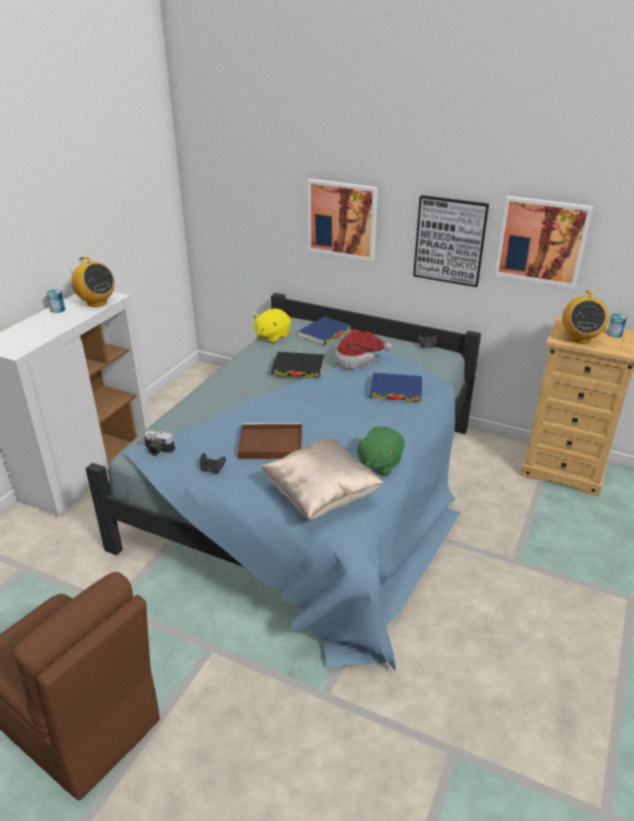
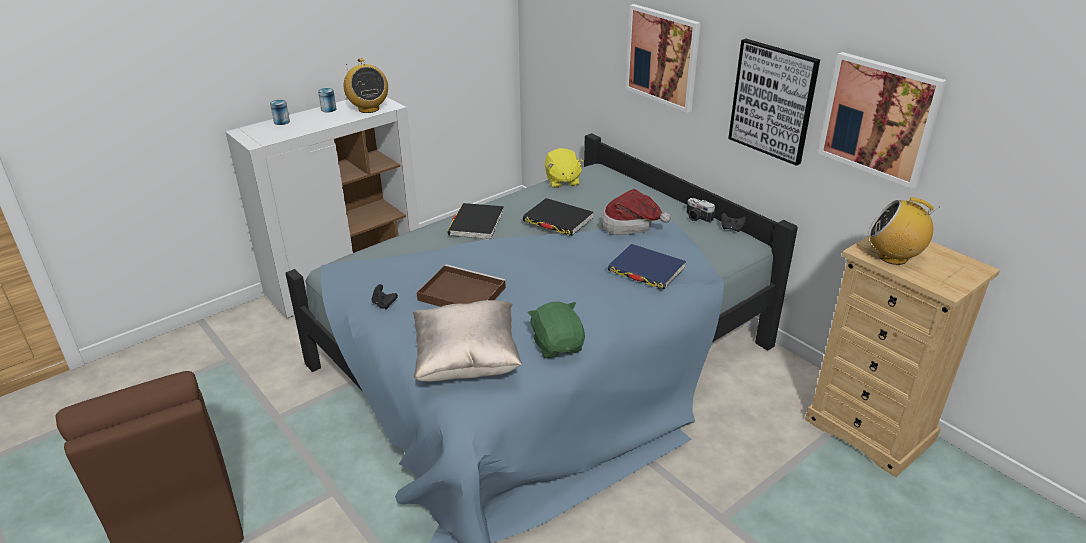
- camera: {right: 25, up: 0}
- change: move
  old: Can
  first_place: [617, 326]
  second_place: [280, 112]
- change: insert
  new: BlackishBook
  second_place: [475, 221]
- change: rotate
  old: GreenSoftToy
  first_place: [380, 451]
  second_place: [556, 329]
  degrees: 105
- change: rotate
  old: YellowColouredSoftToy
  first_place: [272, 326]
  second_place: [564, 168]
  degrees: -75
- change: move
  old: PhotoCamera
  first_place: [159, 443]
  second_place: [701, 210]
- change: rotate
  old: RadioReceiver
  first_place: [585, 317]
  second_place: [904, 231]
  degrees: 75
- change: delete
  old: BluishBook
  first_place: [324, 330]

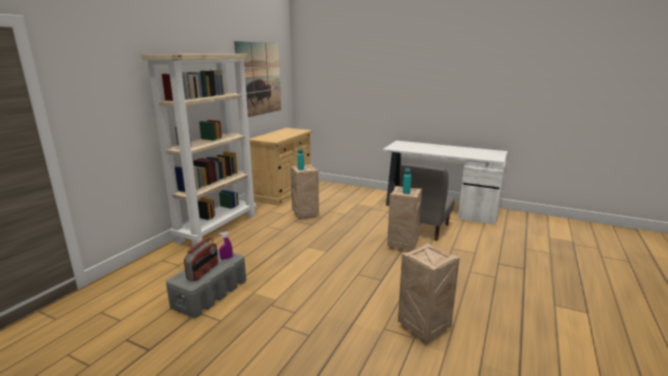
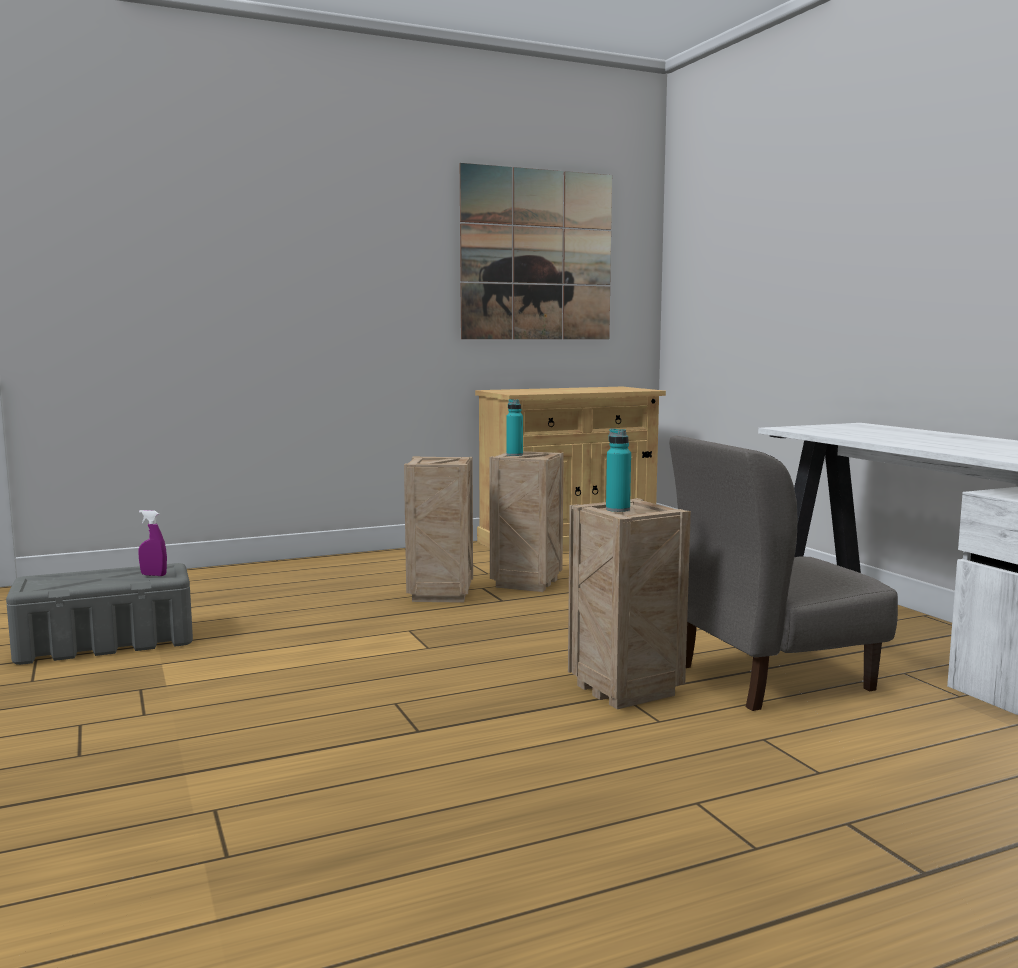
- camera: {right: 40, up: -10}
- change: move
  old: PackingCrate
  first_place: [429, 293]
  second_place: [438, 529]
- change: delete
  old: BeigeColouredShelvingUnit
  first_place: [198, 150]
- change: delete
  old: RadioReceiver
  first_place: [201, 259]

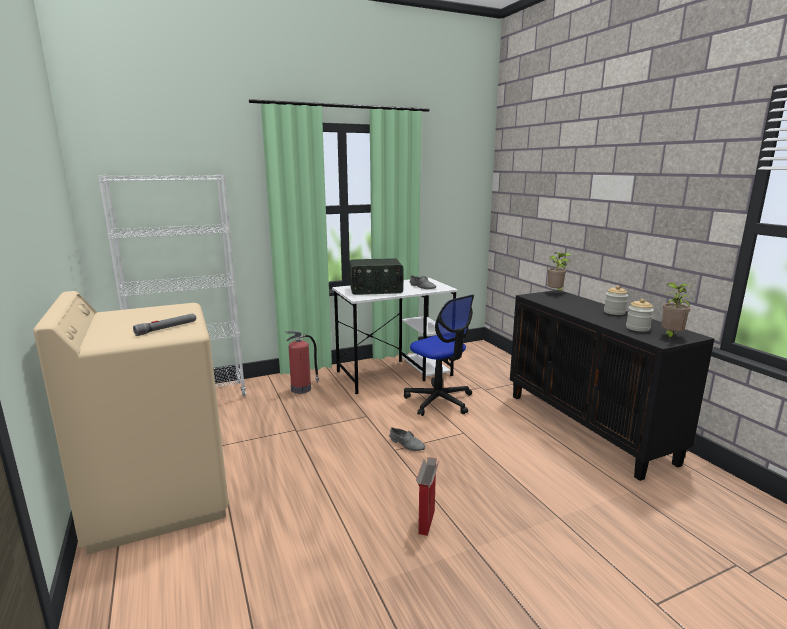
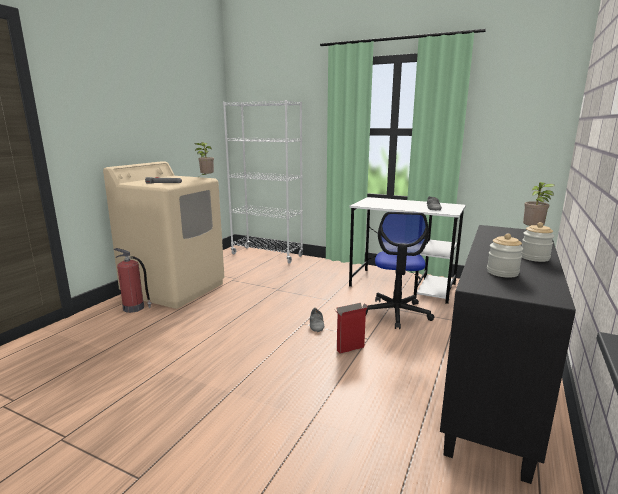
- camera: {right: 50, up: 0}
- change: move
  old: Extinguisher
  first_place: [302, 362]
  second_place: [133, 280]
- change: move
  old: PlantInAPot
  first_place: [677, 311]
  second_place: [204, 158]
- change: move
  old: PackingBox
  first_place: [427, 496]
  second_place: [351, 328]
- change: delete
  old: RadioReceiver
  first_place: [376, 276]

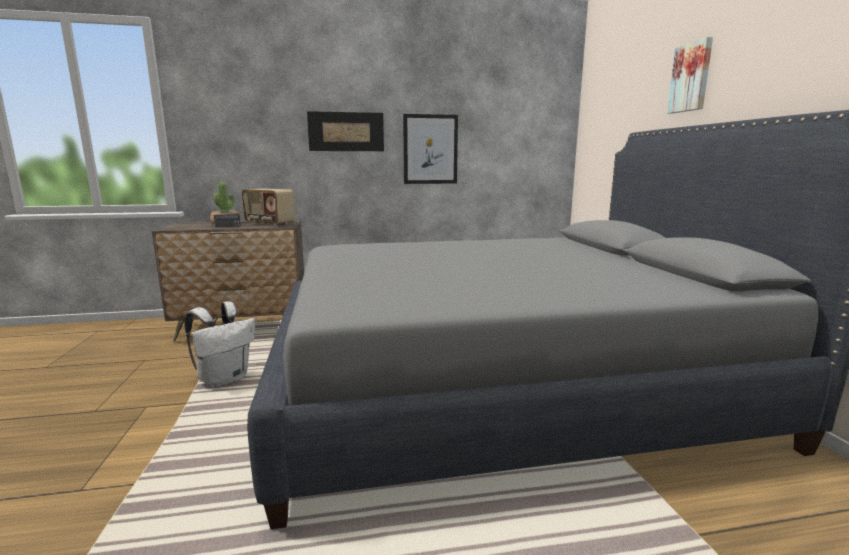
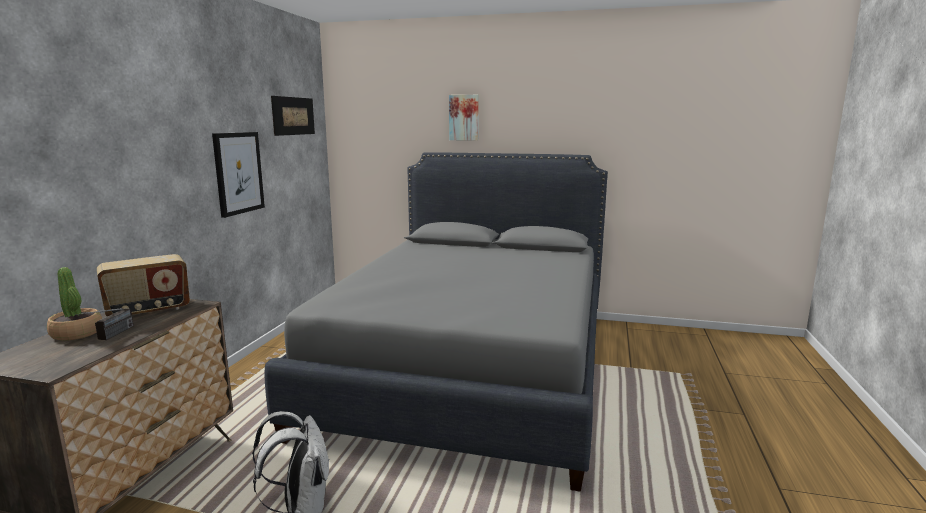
- camera: {right: -65, up: 0}
- change: move
  old: WallPicture
  first_place: [345, 131]
  second_place: [293, 116]

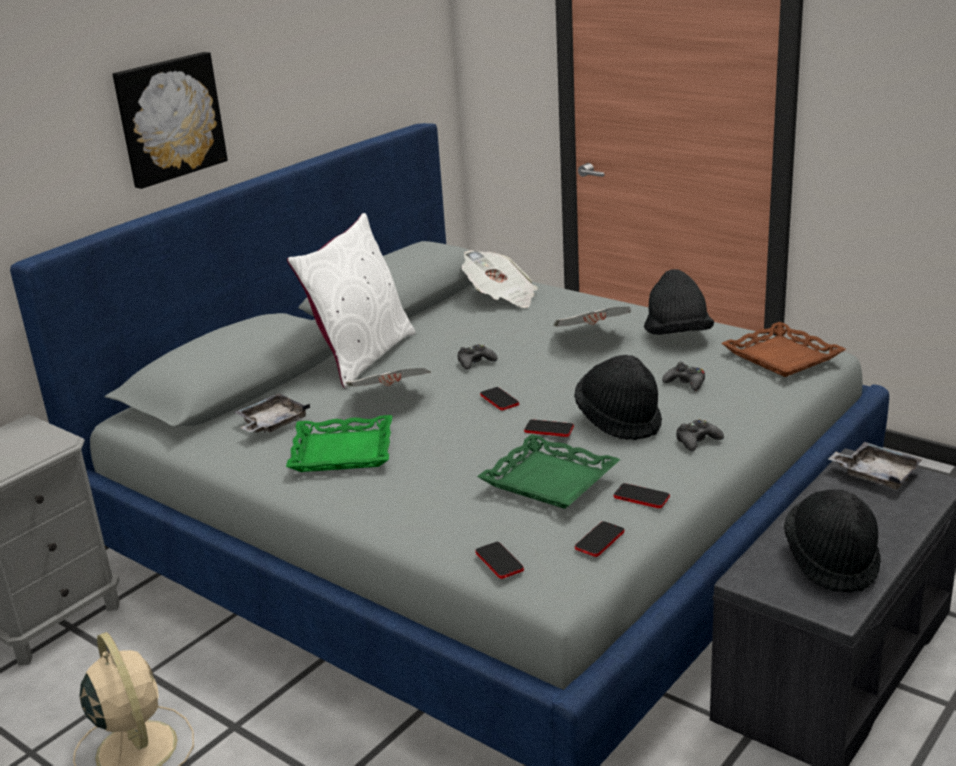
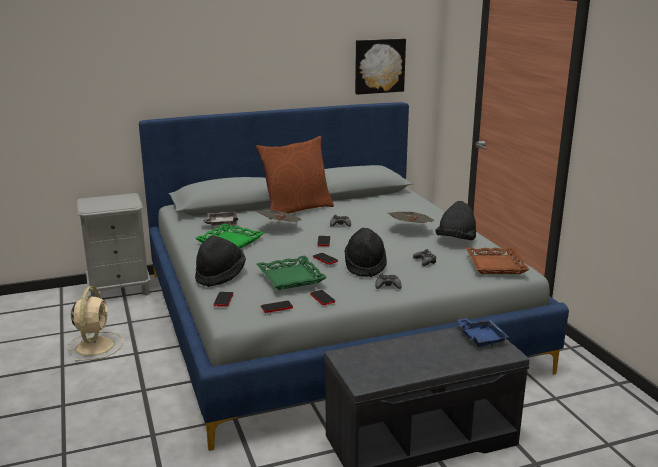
- camera: {right: 30, up: -5}
- change: move
  old: BlackishWearableHat
  first_place: [832, 541]
  second_place: [220, 261]
- change: recolor
  old: WhiteColouredCushion
  new: BrownishCushion
  first_place: [351, 300]
  second_place: [295, 177]
- change: move
  old: WallPicture
  first_place: [170, 120]
  second_place: [380, 66]
- change: recolor
  old: GrayCarryingTray
  new: BluishCarryingTray
  first_place: [875, 466]
  second_place: [483, 332]
- change: delete
  old: Newspaper
  first_place: [499, 279]

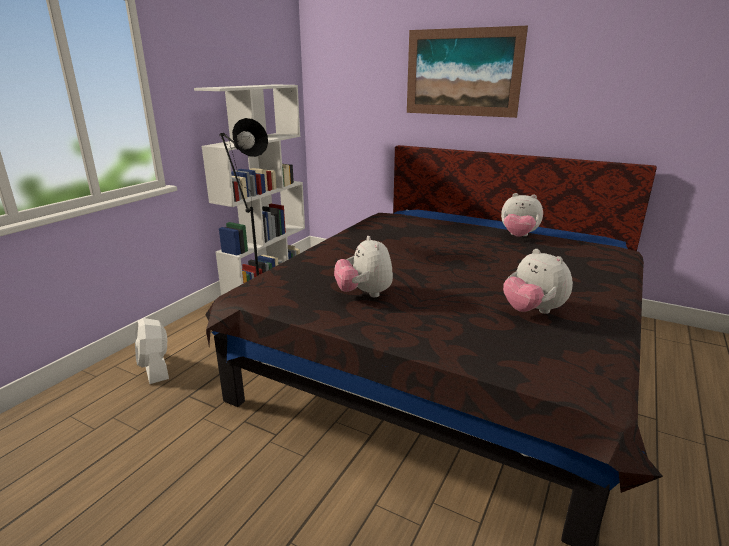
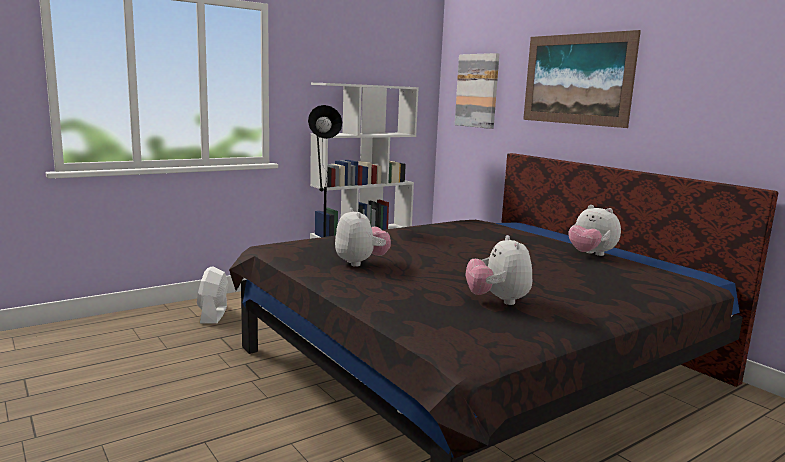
- camera: {right: 25, up: -10}
- change: rotate
  old: SoftToy
  first_place: [363, 266]
  second_place: [363, 237]
  degrees: 150
- change: insert
  new: WallPicture
  second_place: [477, 91]

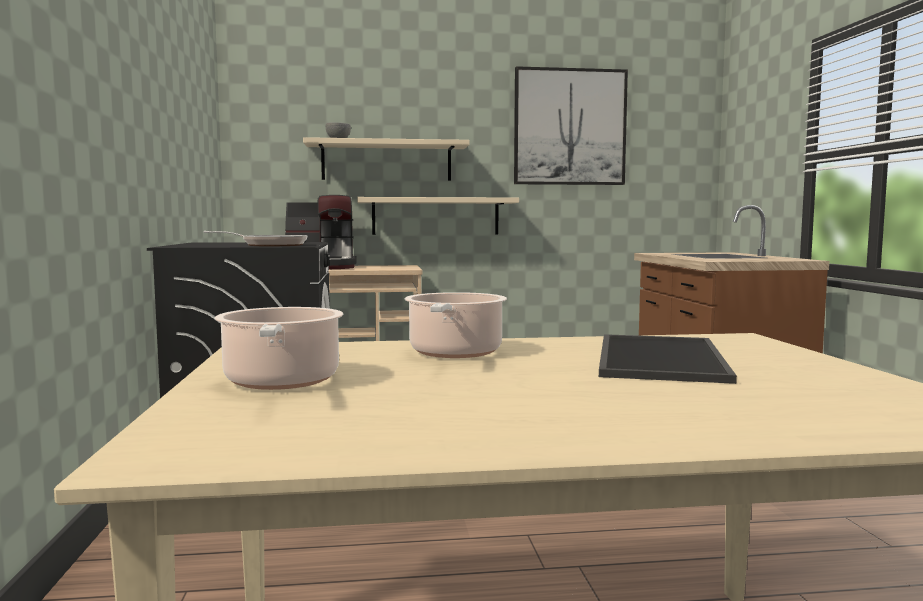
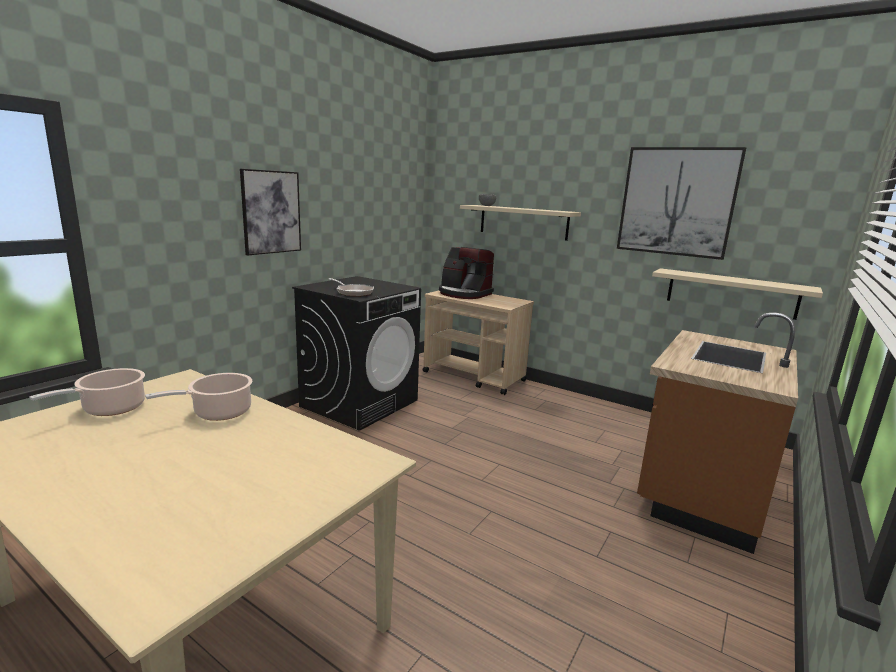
- camera: {right: 40, up: 10}
- change: insert
  new: WallPicture
  second_place: [270, 212]
- change: move
  old: BeigeColouredShelf
  first_place: [438, 216]
  second_place: [737, 294]
- change: delete
  old: CarryingTray
  first_place: [668, 359]

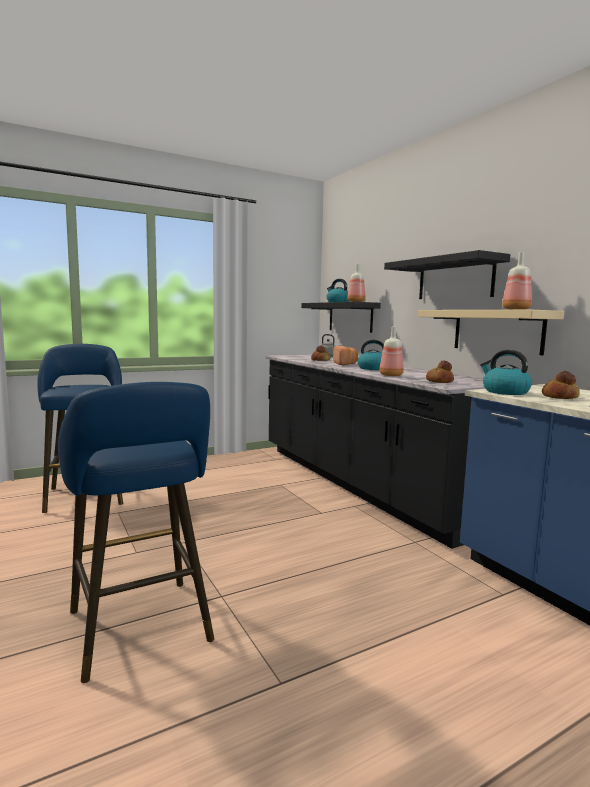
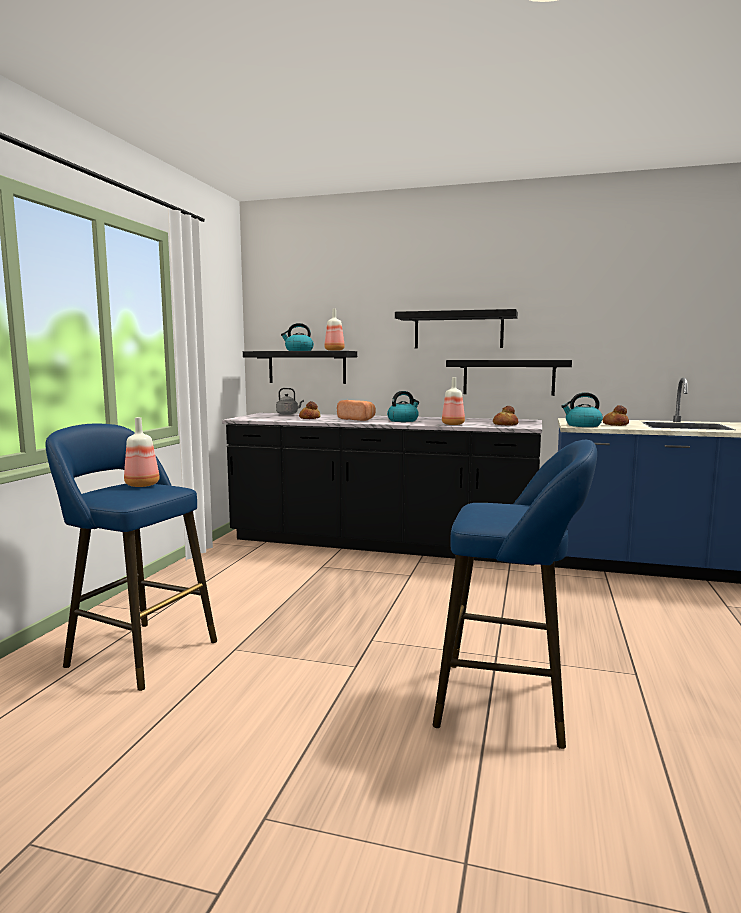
- camera: {right: -45, up: 0}
- change: move
  old: BeverageBottle
  first_place: [517, 281]
  second_place: [142, 452]
- change: recolor
  old: BeigeColouredShelf
  new: BlackishShelf
  first_place: [491, 332]
  second_place: [509, 378]

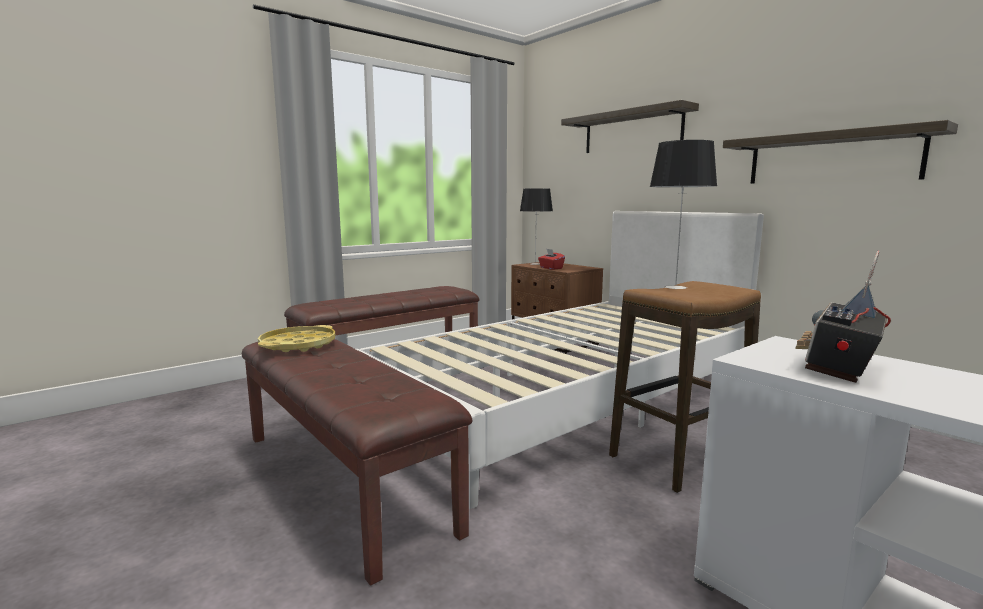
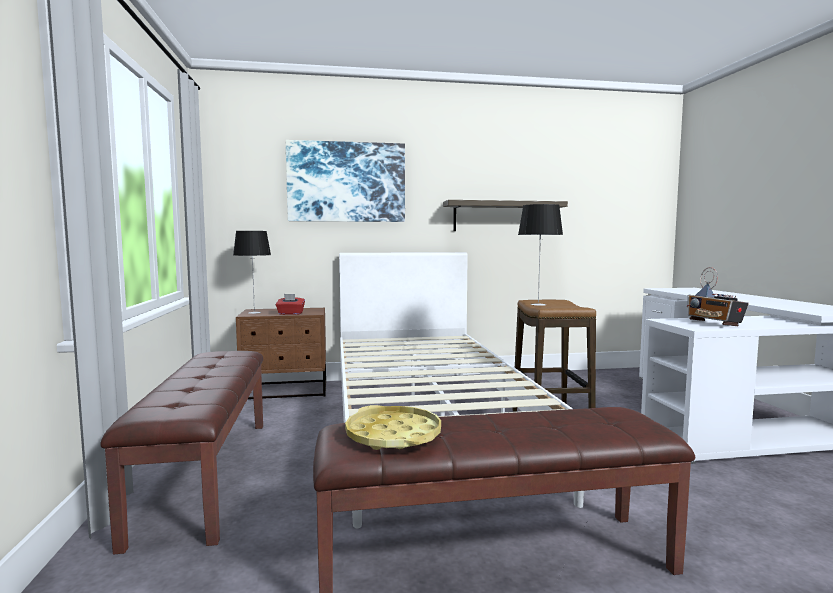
- camera: {right: -60, up: -5}
- change: replace
  old: Shelf
  new: WallPicture
  first_place: [630, 126]
  second_place: [345, 181]

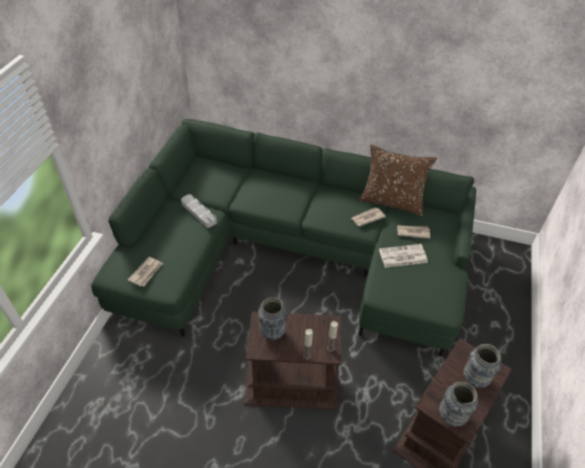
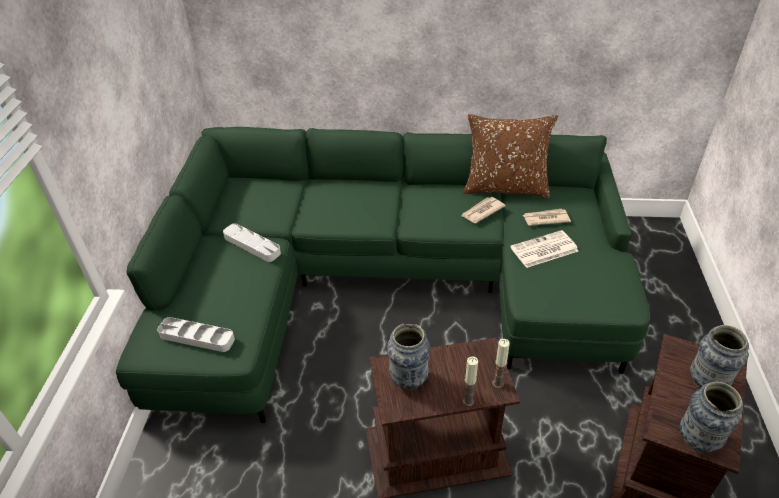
- camera: {right: -10, up: -5}
- change: replace
  old: Newspaper
  new: GrayCarryingTray
  first_place: [145, 271]
  second_place: [196, 334]

